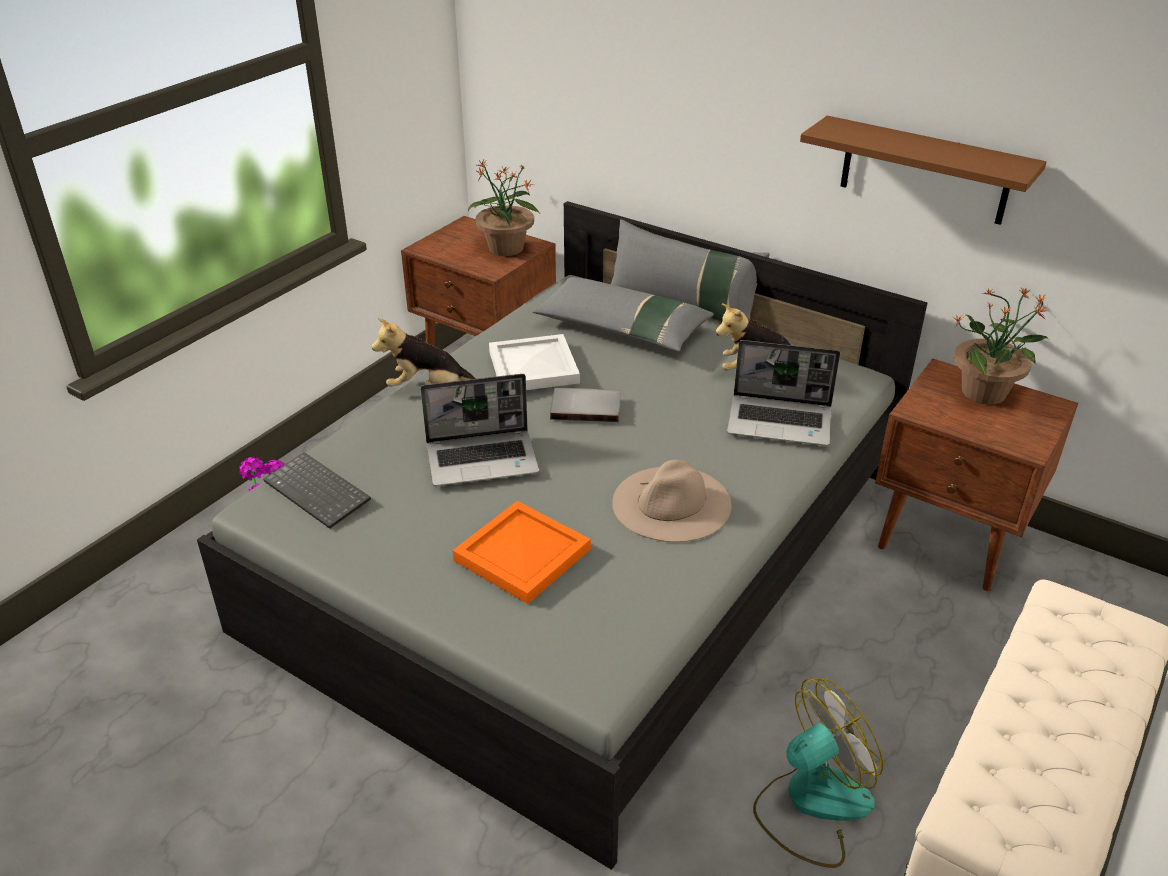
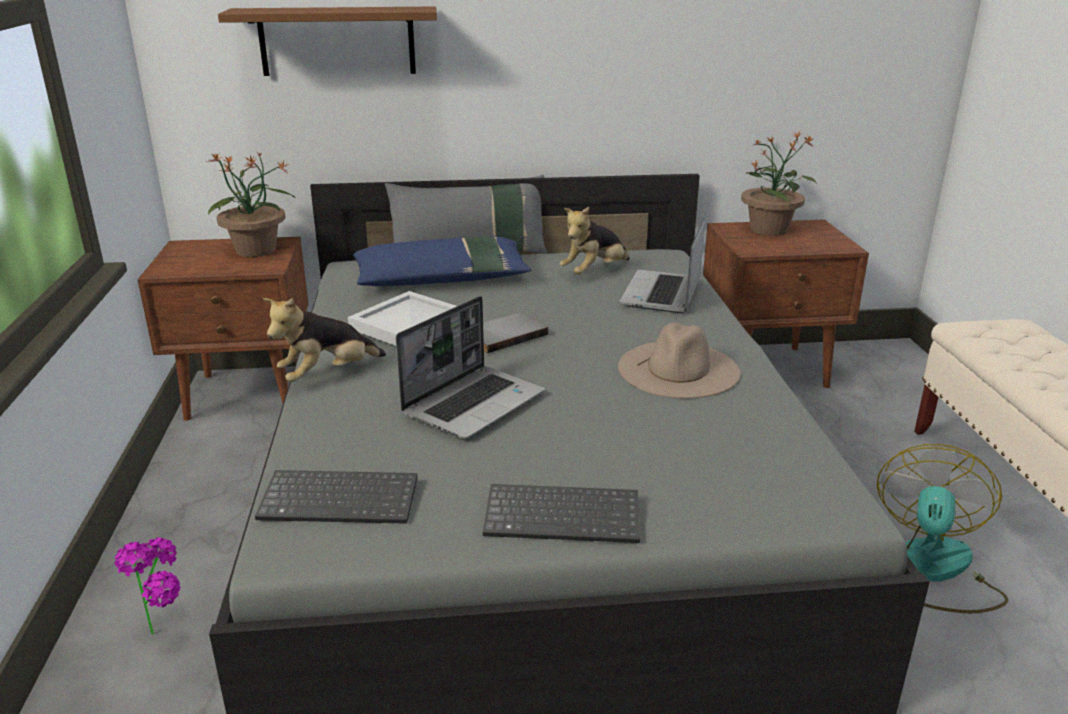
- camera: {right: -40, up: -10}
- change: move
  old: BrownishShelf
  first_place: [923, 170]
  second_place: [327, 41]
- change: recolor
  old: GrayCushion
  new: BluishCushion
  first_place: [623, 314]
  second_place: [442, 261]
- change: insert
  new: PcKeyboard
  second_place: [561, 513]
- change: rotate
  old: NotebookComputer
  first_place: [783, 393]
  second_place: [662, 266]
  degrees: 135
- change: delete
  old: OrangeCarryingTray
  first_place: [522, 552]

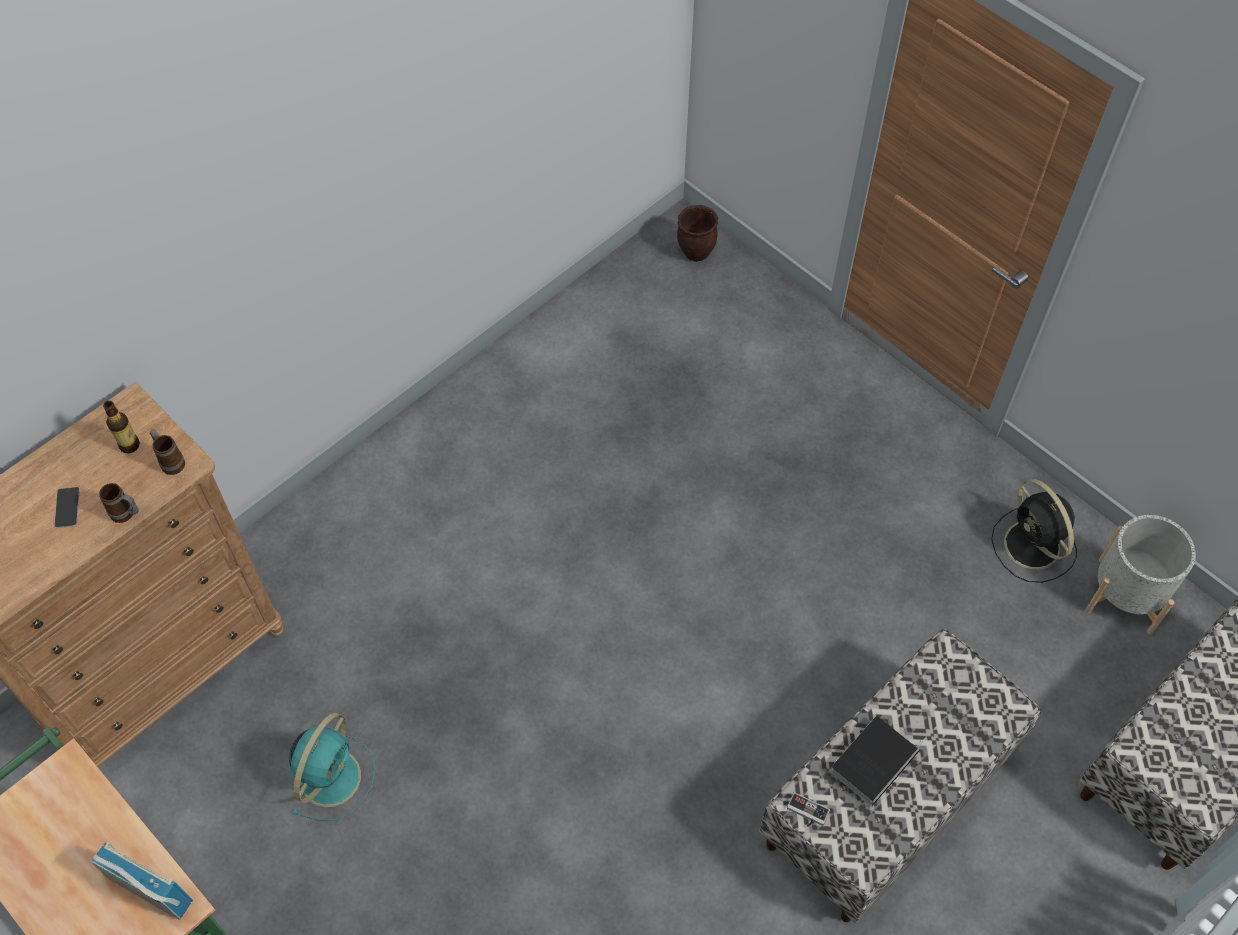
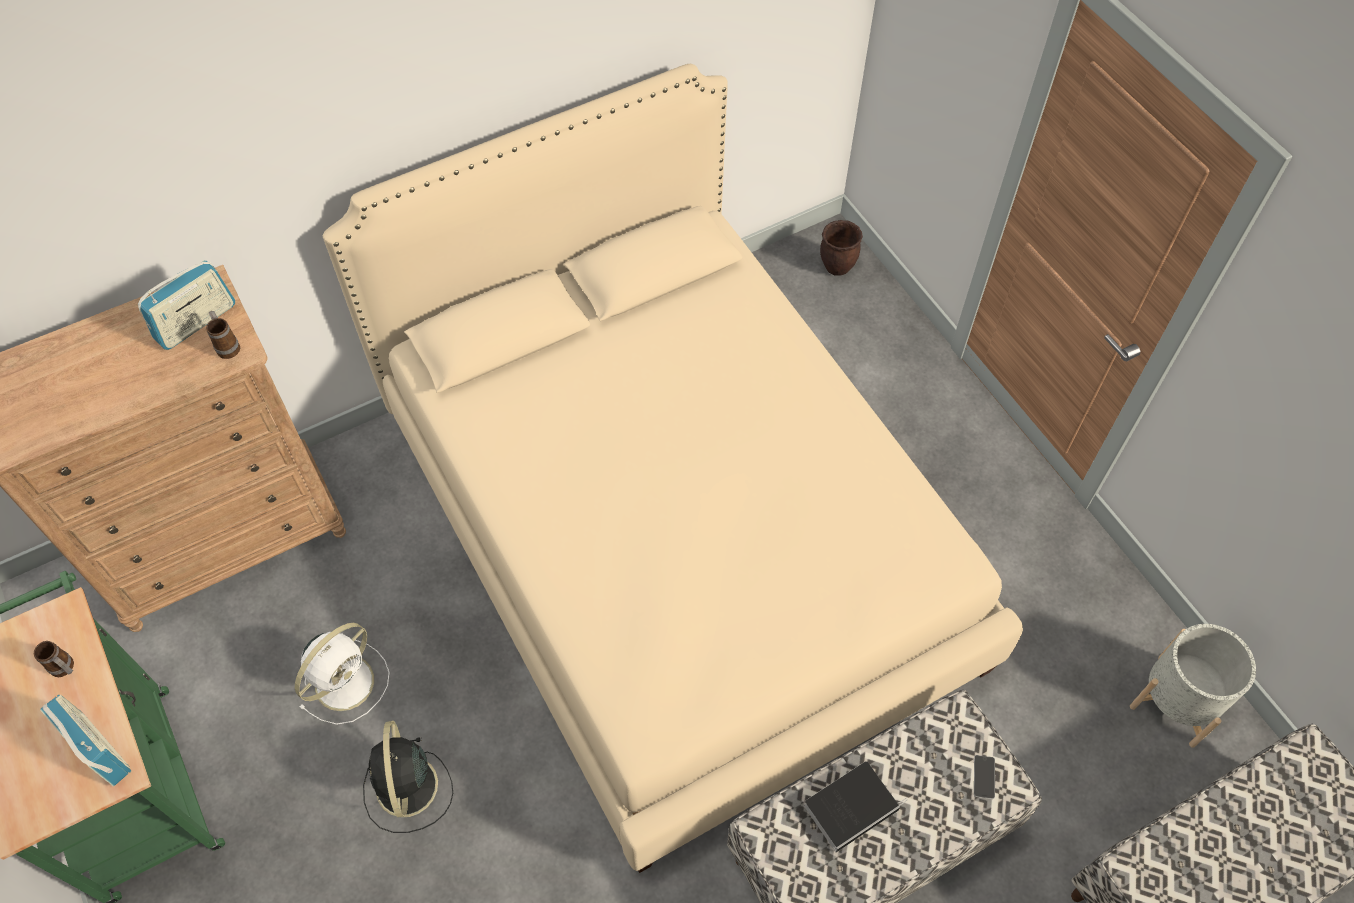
- camera: {right: 15, up: 0}
- change: move
  old: CoffeeMug
  first_place: [119, 503]
  second_place: [54, 659]
- change: replace
  old: BeverageBottle
  new: RadioReceiver
  first_place: [121, 427]
  second_place: [186, 305]
- change: recolor
  old: BlueGreenFan
  new: WhiteColouredFan
  first_place: [332, 766]
  second_place: [342, 674]
- change: insert
  new: BeigeColouredBed
  second_place: [673, 468]
- change: move
  old: BlackishFan
  first_place: [1034, 531]
  second_place: [408, 777]
- change: move
  old: Phone
  first_place: [67, 507]
  second_place: [984, 777]
- change: delete
  old: Joypad
  first_place: [808, 809]

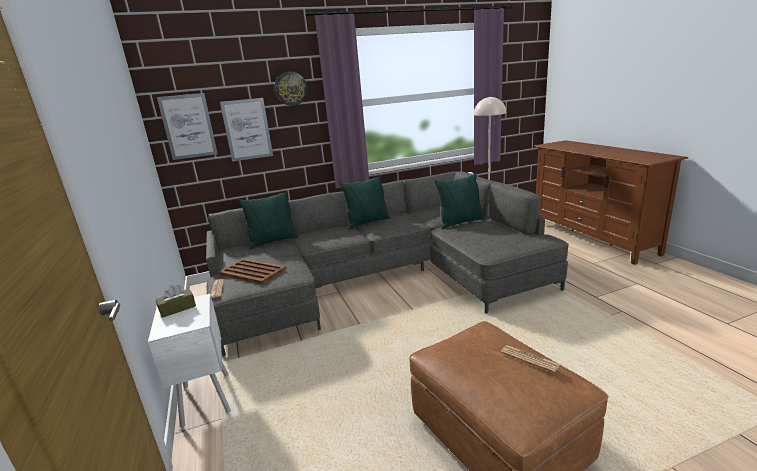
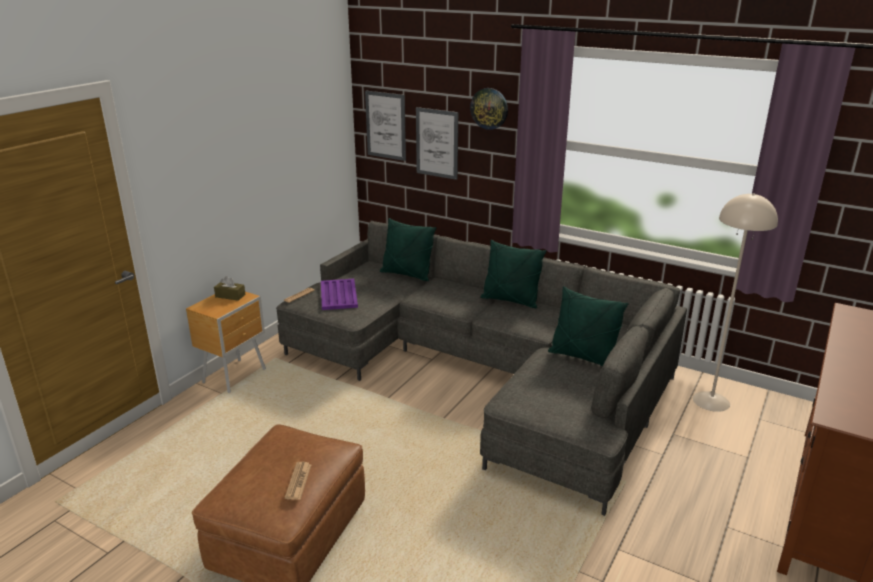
- camera: {right: 50, up: 5}
- change: recolor
  old: WhiteColouredNightTable
  new: BrownishNightTable
  first_place: [189, 361]
  second_place: [226, 342]
- change: recolor
  old: BrownishCarryingTray
  new: PurpleColouredCarryingTray
  first_place: [252, 271]
  second_place: [339, 294]

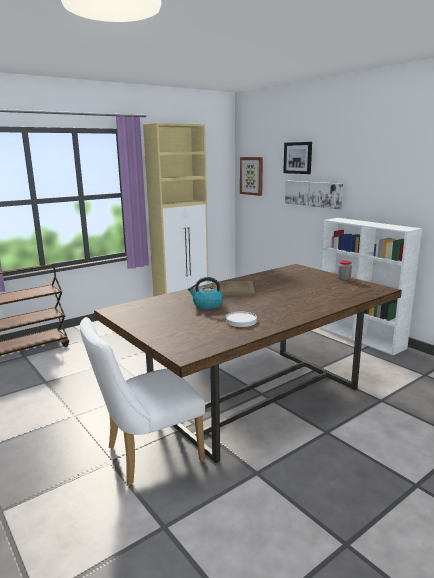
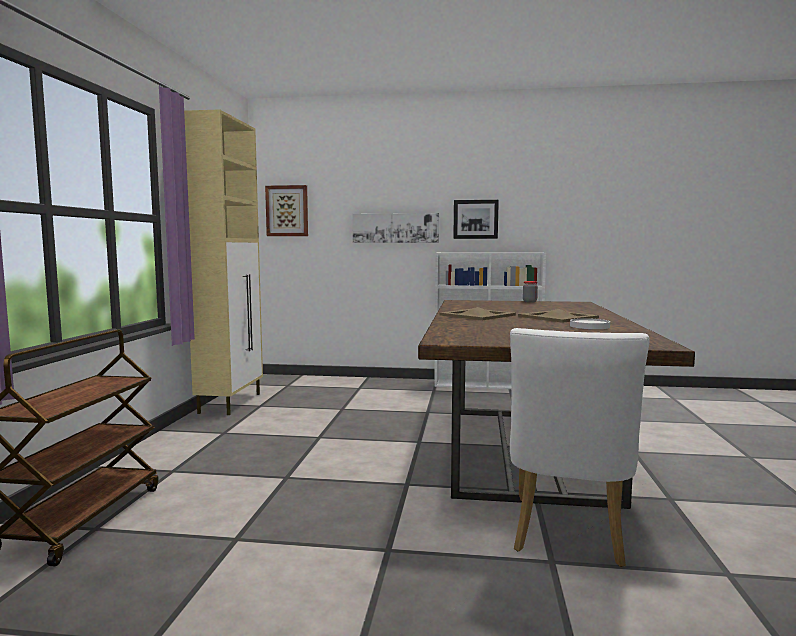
- camera: {right: -45, up: -10}
- change: move
  old: WallPicture
  first_place: [297, 158]
  second_place: [476, 219]
- change: insert
  new: BeigeColouredCarryingTray
  second_place: [558, 316]
- change: delete
  old: TeaKettle
  first_place: [205, 293]

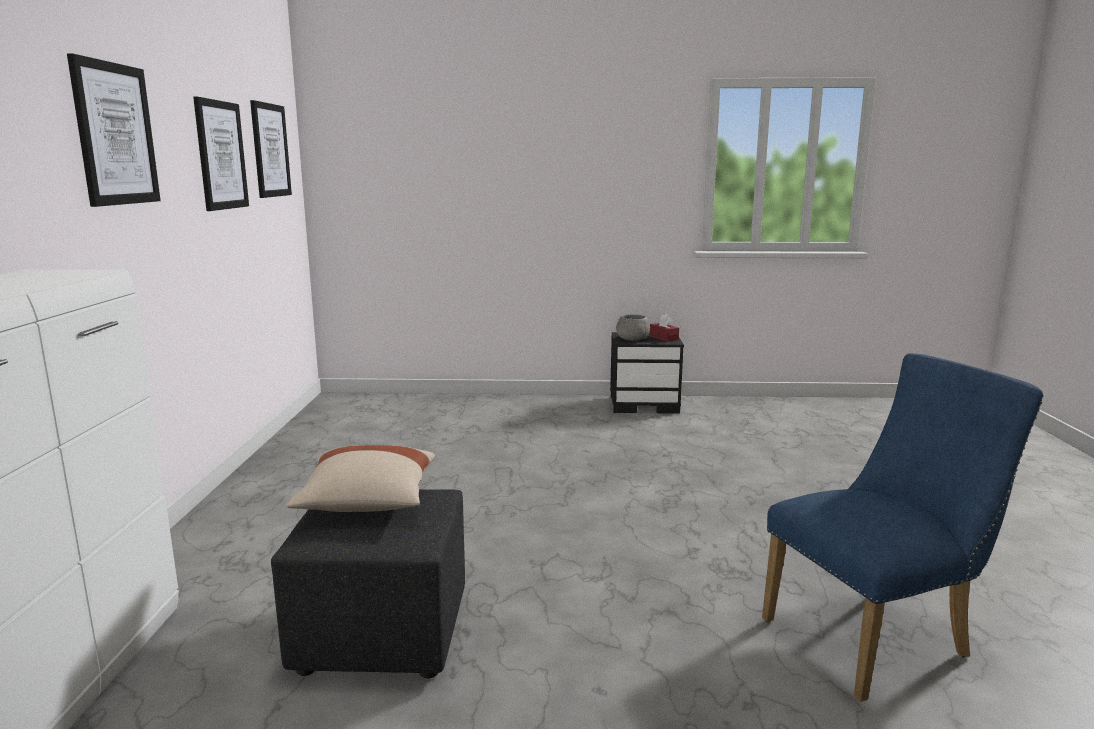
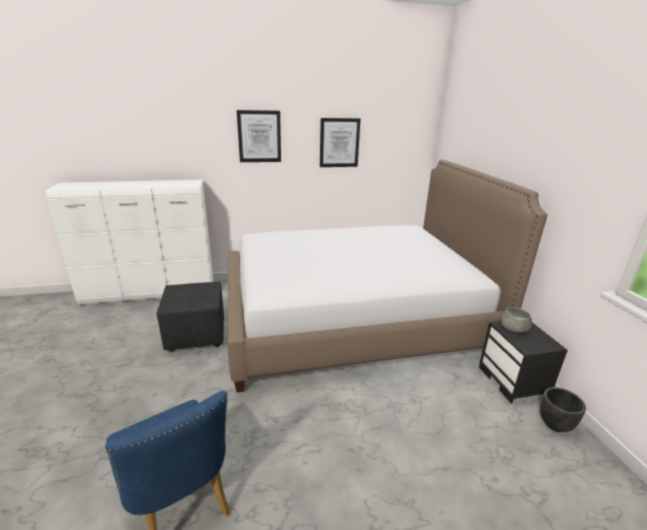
- camera: {right: 75, up: 10}
- change: insert
  new: Bed
  second_place: [387, 275]
- change: insert
  new: BlackishFlowerPot
  second_place: [563, 409]
- change: delete
  old: WallPicture
  first_place: [271, 149]
- change: delete
  old: BeigeColouredCushion
  first_place: [360, 478]
- change: delete
  old: RedTissueHolder
  first_place: [664, 328]

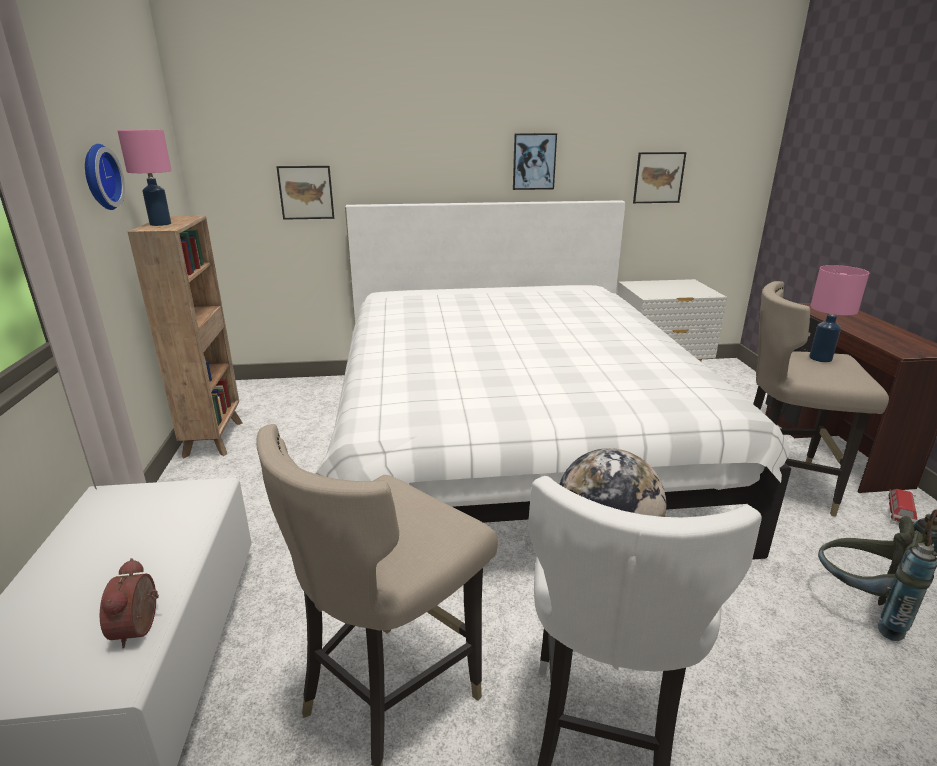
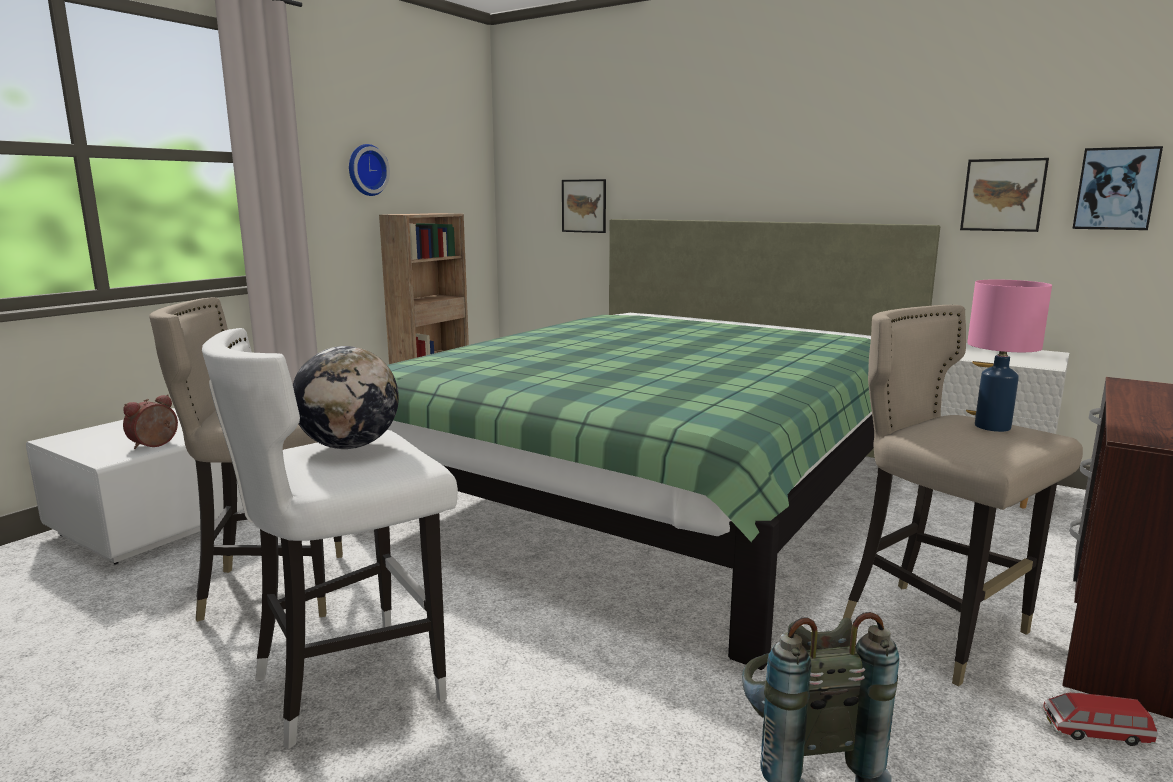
- camera: {right: 40, up: -10}
- change: recolor
  old: WhiteColouredBed
  new: GreenBed
  first_place: [552, 380]
  second_place: [663, 444]
- change: rotate
  old: MiniatureCar
  first_place: [902, 506]
  second_place: [1099, 719]
  degrees: -150
- change: move
  old: WallPicture
  first_place: [535, 161]
  second_place: [1117, 188]
- change: delete
  old: PinkishLampForATable
  first_place: [145, 178]

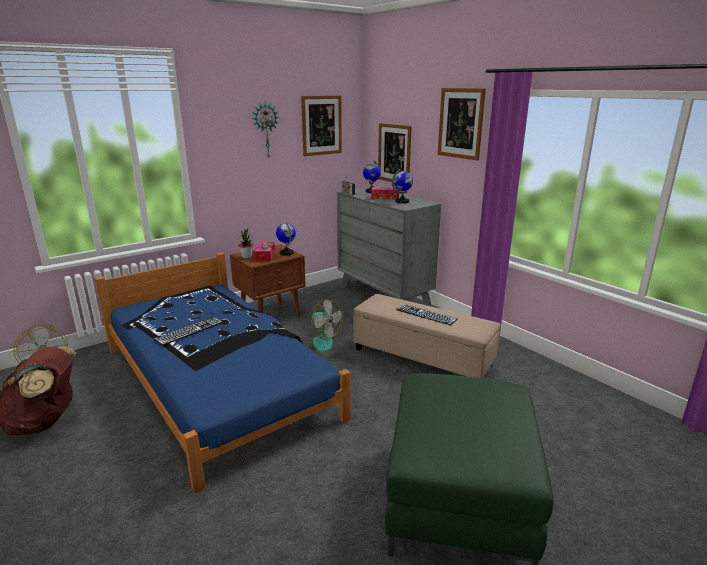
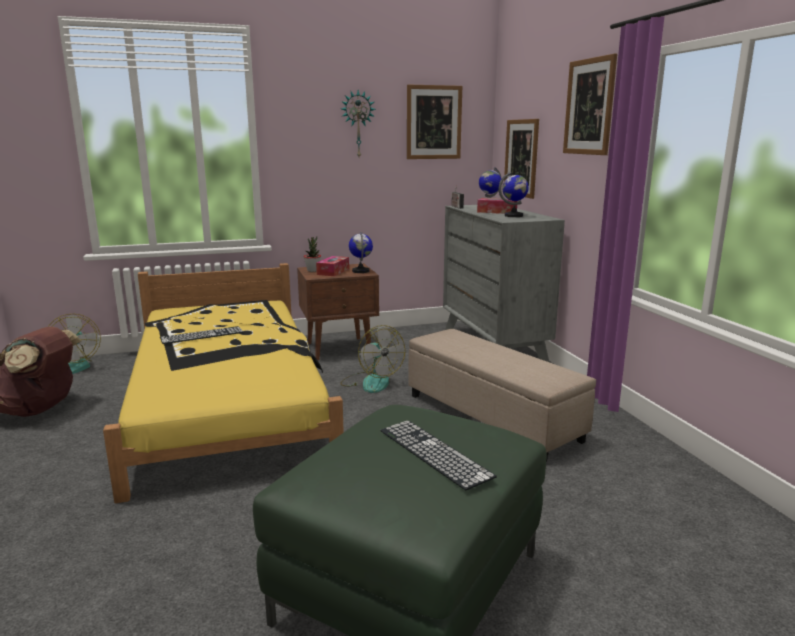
- camera: {right: 20, up: -5}
- change: recolor
  old: BluishBed
  new: YellowColouredBed
  first_place: [223, 372]
  second_place: [223, 383]
- change: move
  old: PcKeyboard
  first_place: [427, 314]
  second_place: [438, 455]

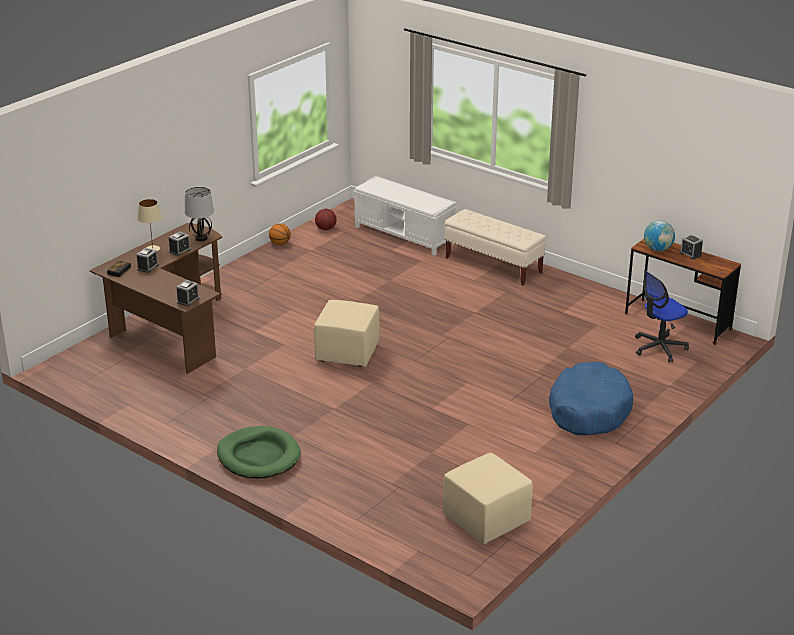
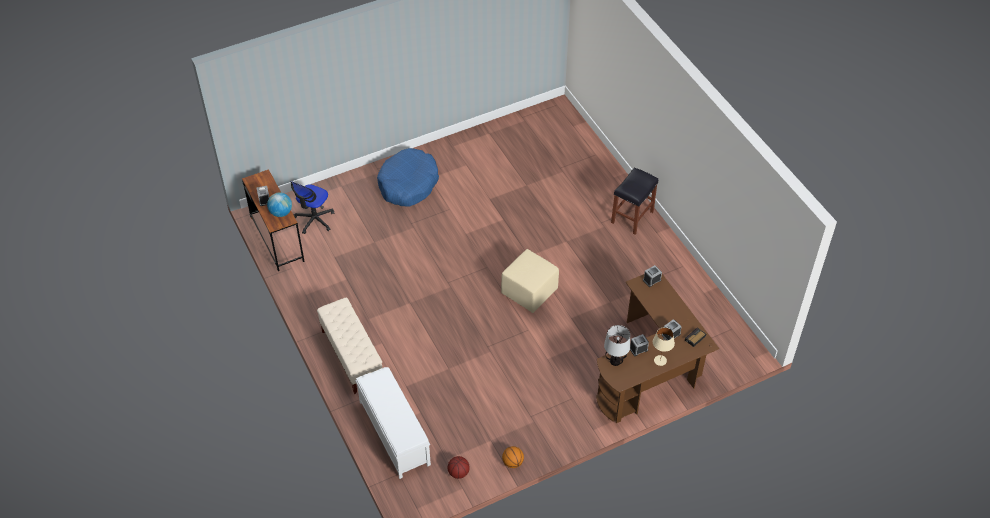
- camera: {right: -155, up: 20}
- change: rotate
  old: DeskChair
  first_place: [662, 316]
  second_place: [312, 207]
  degrees: 120
- change: replace
  old: GreenPetBed
  new: BlackishStoolSeat
  first_place: [259, 452]
  second_place: [634, 201]
- change: delete
  old: BeigeColouredPouffe
  first_place: [488, 498]

